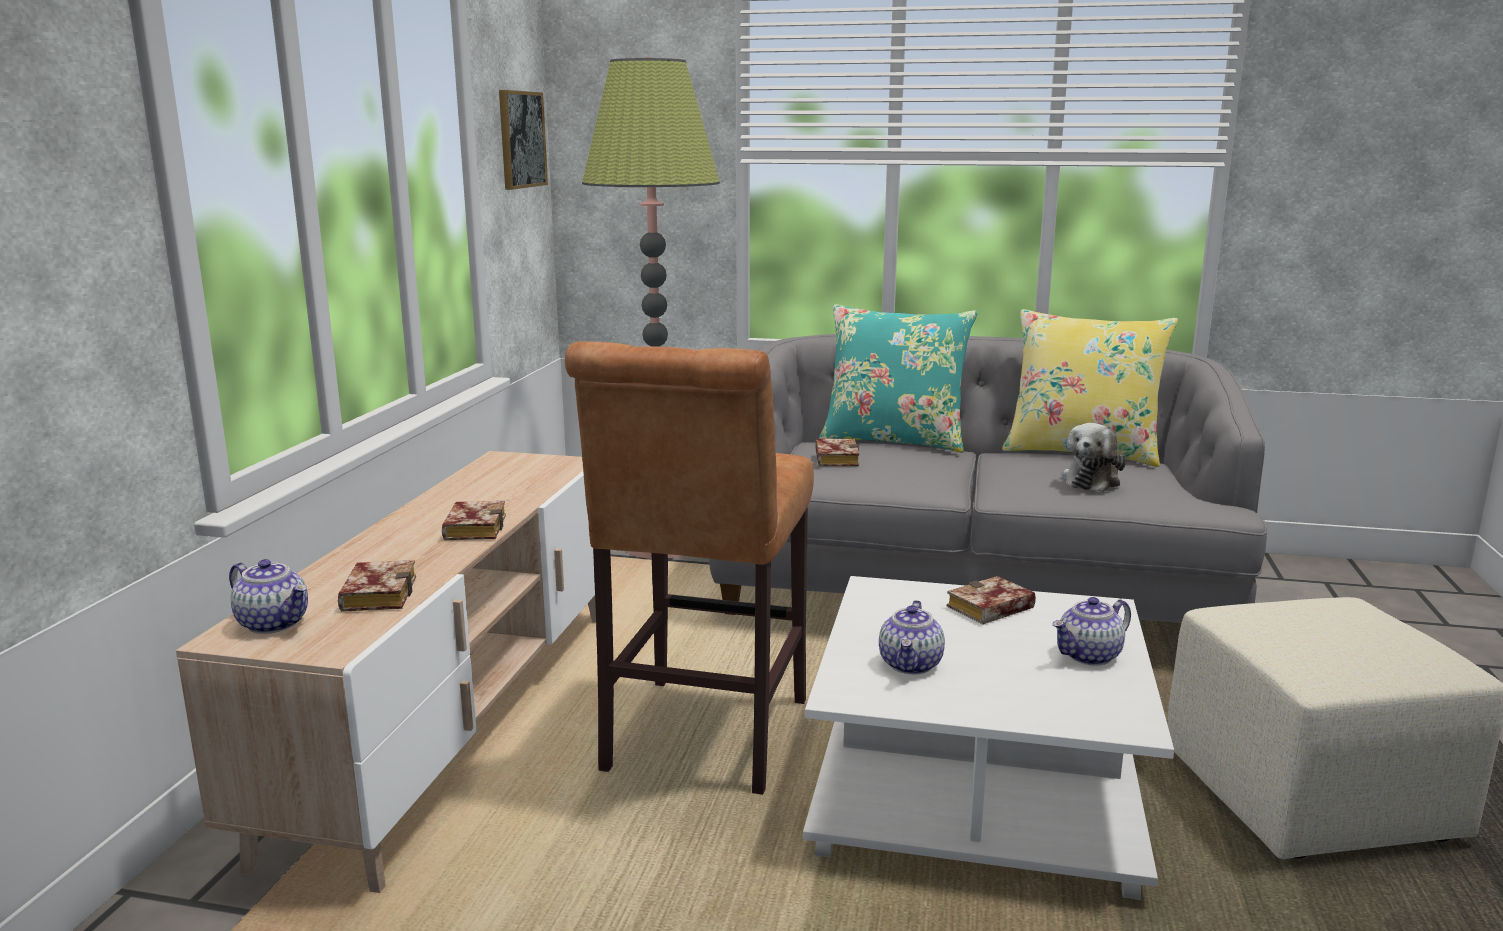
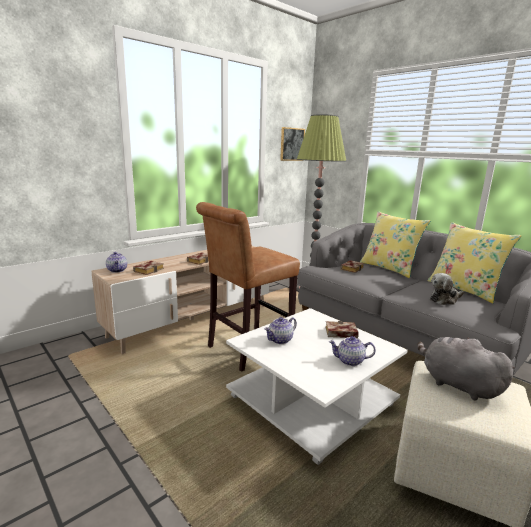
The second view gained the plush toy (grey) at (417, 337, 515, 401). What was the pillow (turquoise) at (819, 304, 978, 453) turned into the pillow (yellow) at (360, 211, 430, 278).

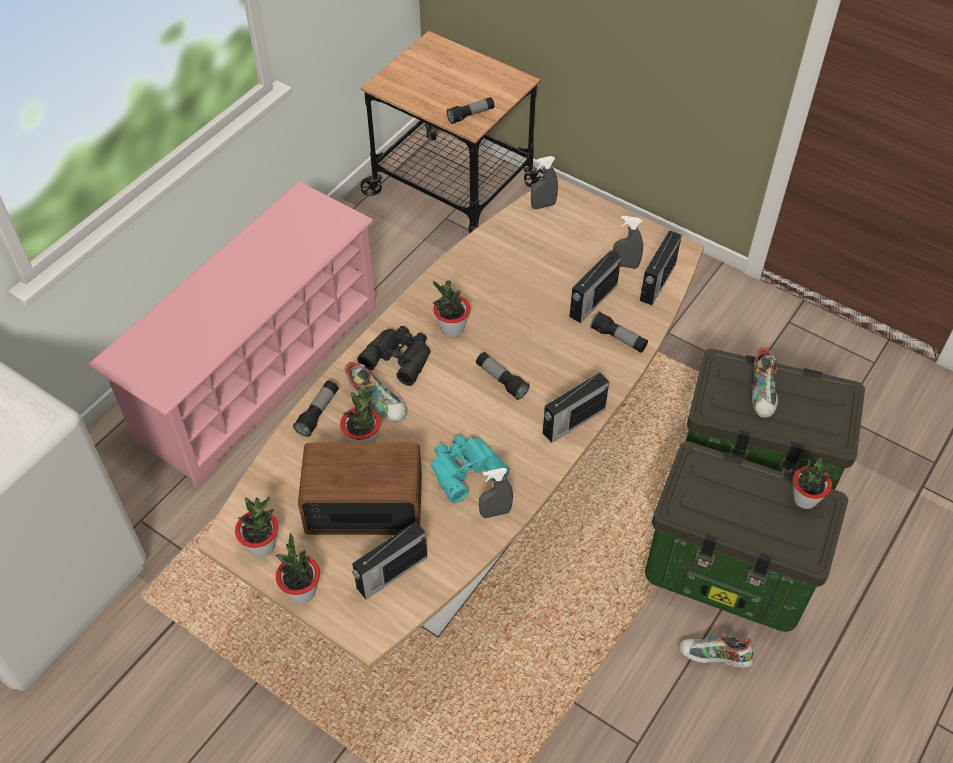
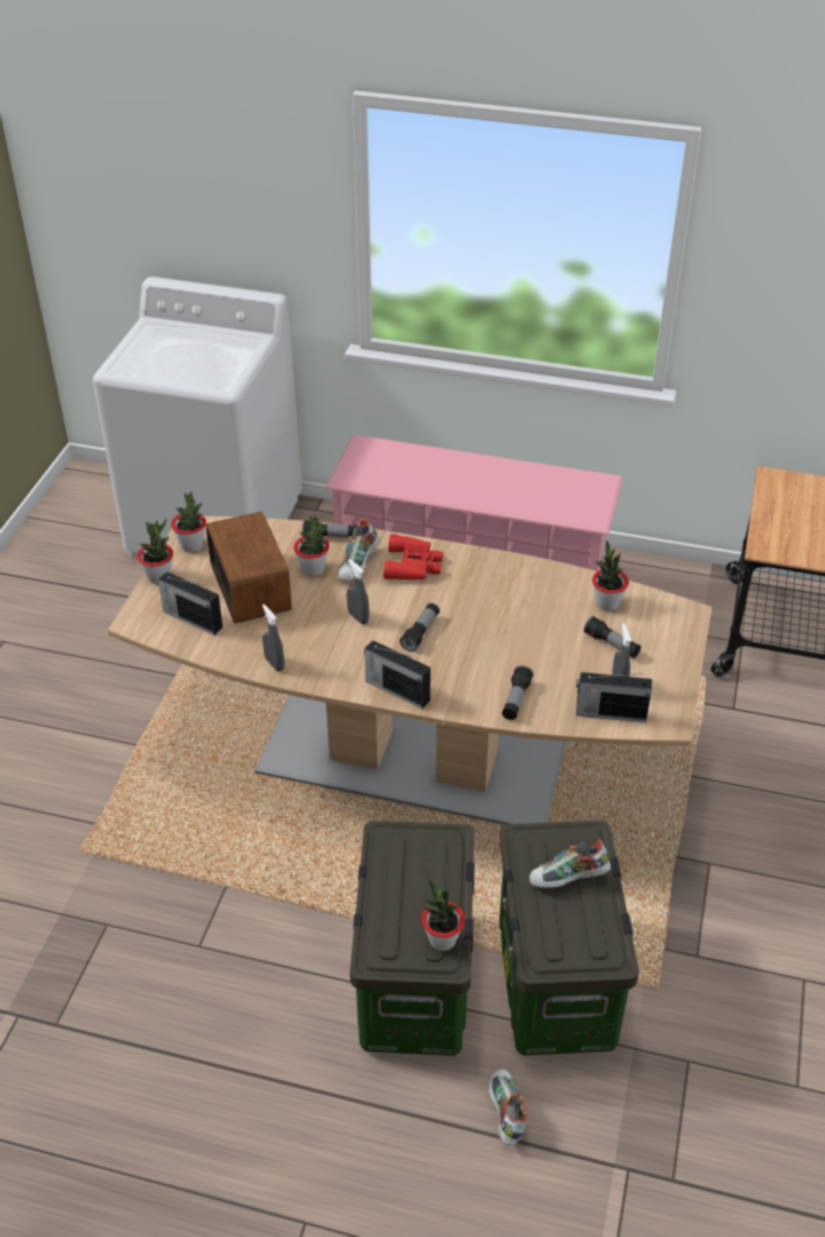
The second view lost the binoculars (turquoise) at (431, 435, 510, 503). The second view lost the radio at (570, 251, 621, 323). The potted plant ended up elsewhere, having gone from (433, 280, 471, 337) to (592, 540, 629, 611). The flashlight ended up elsewhere, having gone from (447, 97, 494, 124) to (584, 616, 641, 658). The spray bottle (grey) ended up elsewhere, having gone from (531, 156, 558, 209) to (347, 559, 369, 624). The shoe ended up elsewhere, having gone from (679, 634, 753, 668) to (489, 1069, 527, 1146). What was the binoculars (black) at (357, 326, 431, 386) turned into the binoculars (red) at (384, 534, 443, 580).

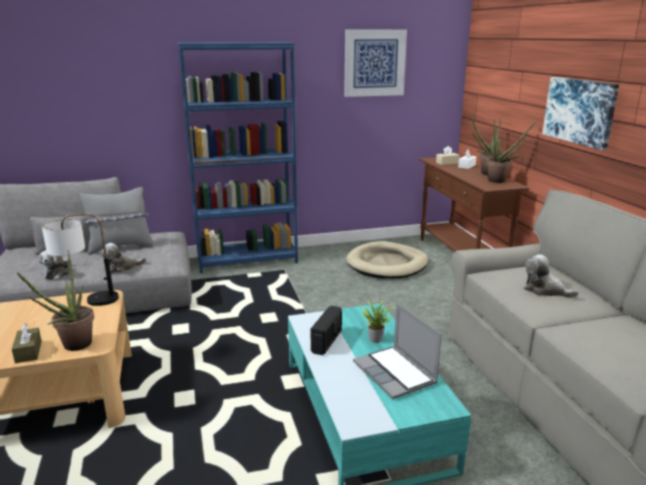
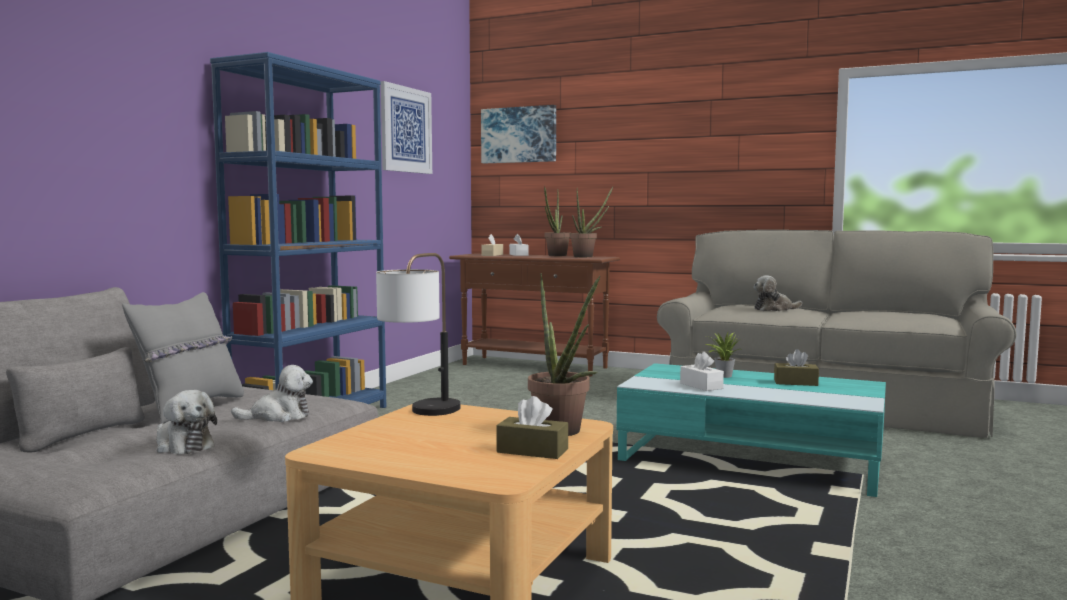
The second view lost the dog bed (beige) at (346, 241, 428, 279). The picture ended up elsewhere, having gone from (542, 77, 619, 150) to (481, 105, 556, 163). Where the radio stood at (311, 306, 342, 355), the tissue box (white) came to stand at (680, 351, 724, 391). Where the laptop stood at (353, 303, 442, 399), the tissue box (brown) came to stand at (774, 349, 819, 386). The plush toy at (100, 243, 146, 273) ended up facing another way, 120 degrees counterclockwise from before.

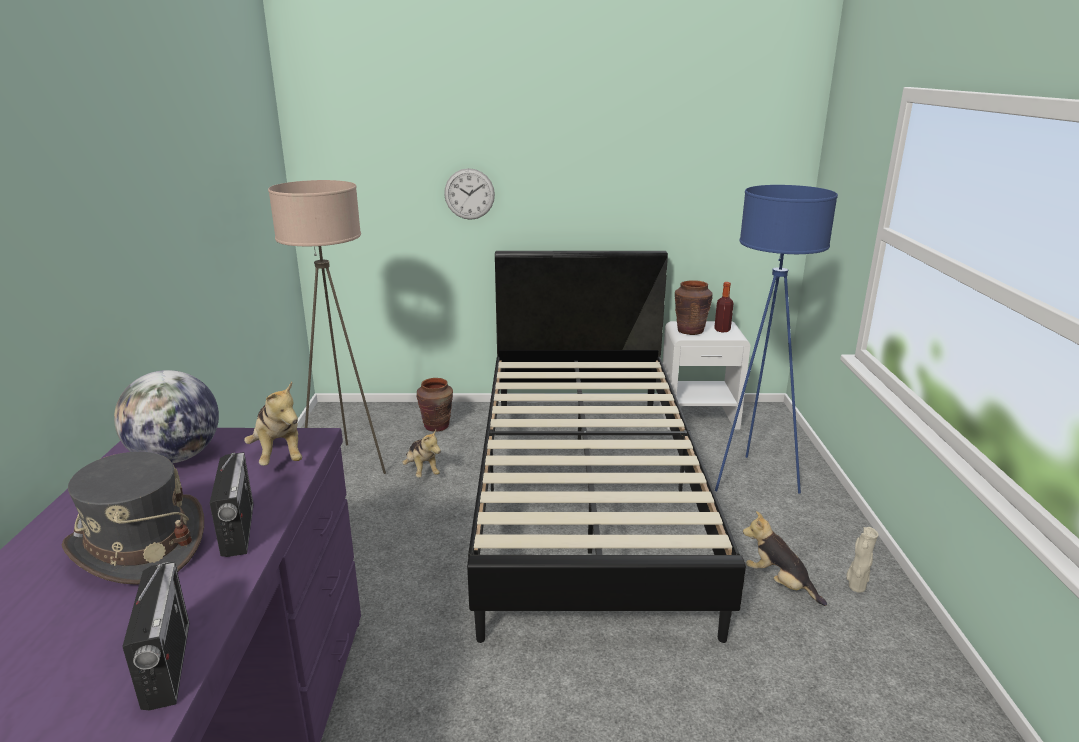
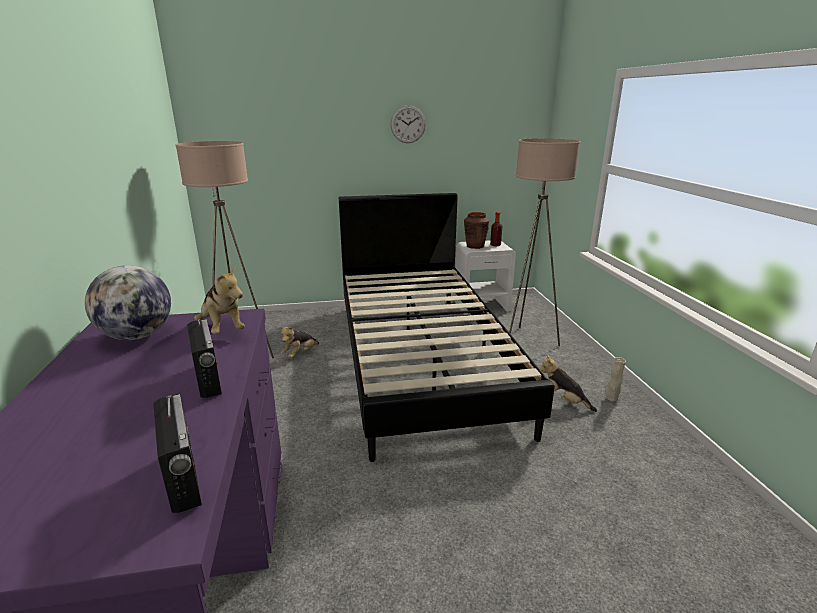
The second view lost the hat (grey) at (62, 452, 204, 585). The second view lost the vase (brown) at (416, 378, 453, 432). The wall clock ended up elsewhere, having gone from (444, 168, 495, 220) to (390, 105, 426, 143). What was the floor lamp (blue) at (715, 185, 838, 493) turned into the floor lamp (beige) at (509, 138, 580, 346). The plush toy at (402, 430, 441, 478) ended up facing another way, 75 degrees clockwise from before.

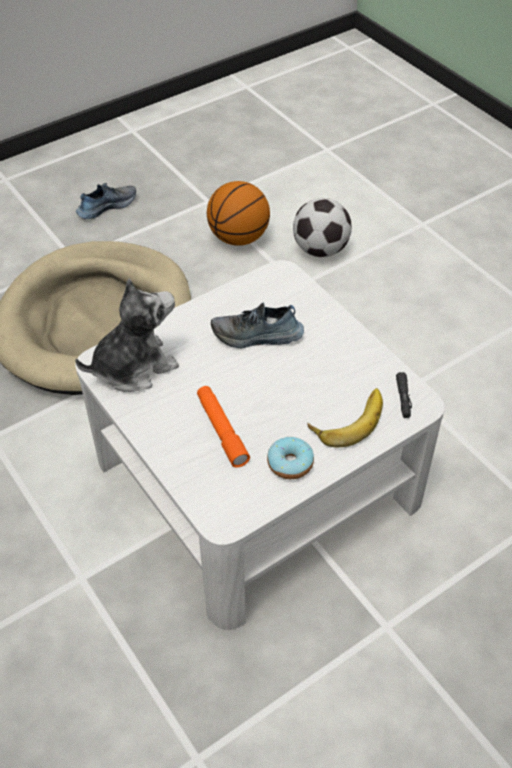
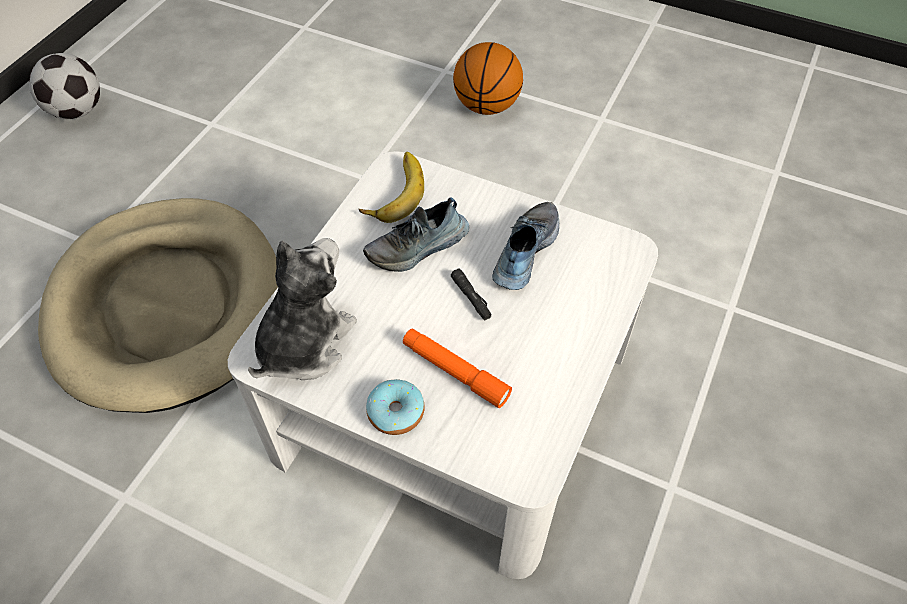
The shoe ended up elsewhere, having gone from (76, 183, 136, 219) to (492, 202, 559, 290). The basketball ended up elsewhere, having gone from (207, 181, 270, 246) to (453, 42, 523, 115). The donut ended up elsewhere, having gone from (267, 437, 314, 479) to (366, 379, 425, 435). The football ended up elsewhere, having gone from (293, 198, 352, 257) to (29, 53, 100, 119). The banana ended up elsewhere, having gone from (307, 388, 383, 447) to (359, 152, 424, 223). The flashlight (black) ended up elsewhere, having gone from (396, 372, 412, 418) to (451, 269, 491, 320).

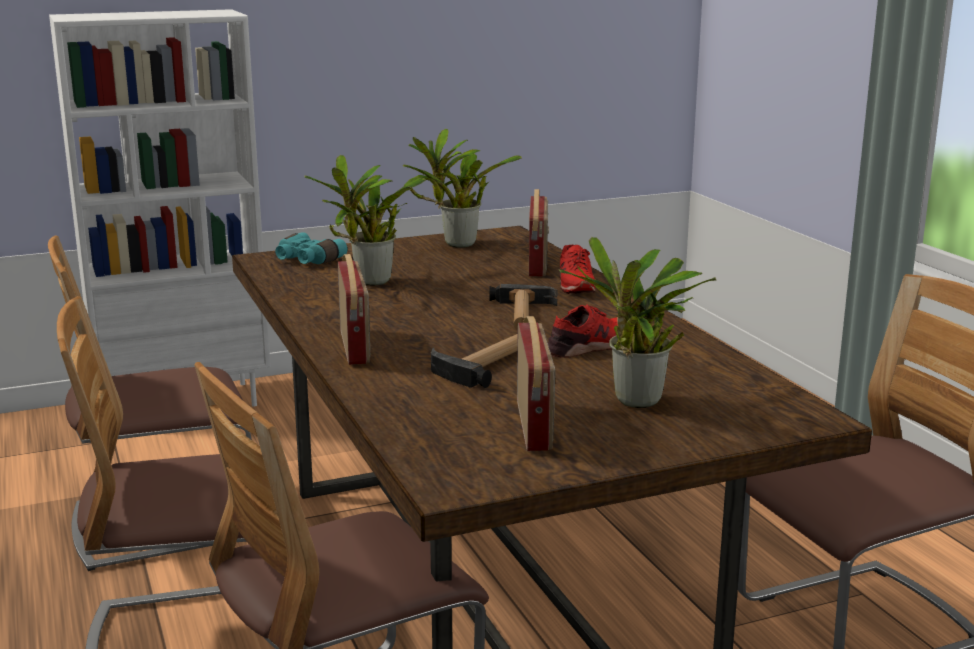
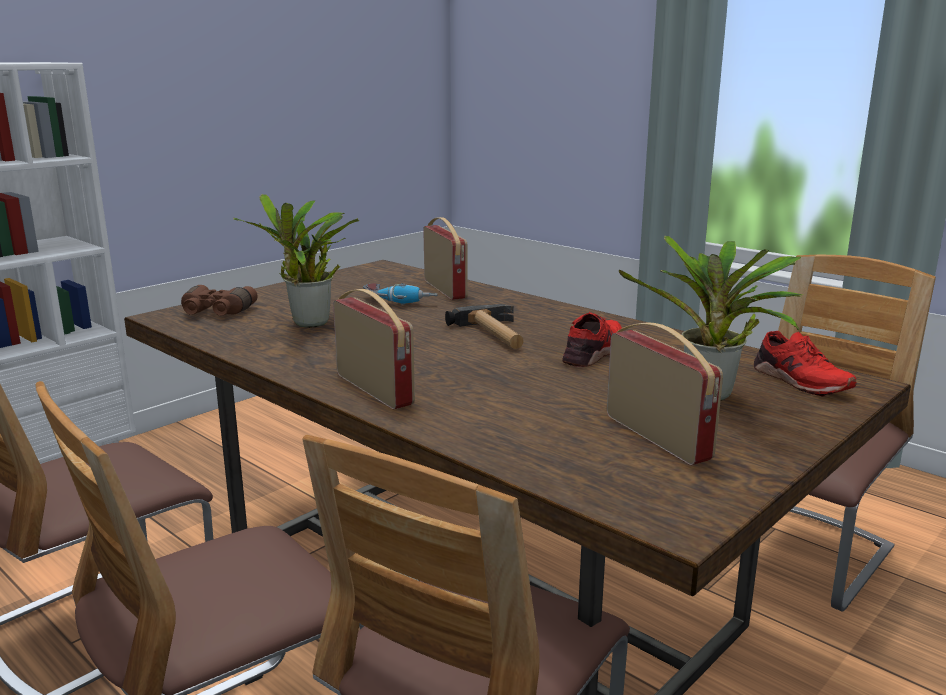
The second view lost the potted plant at (403, 129, 522, 248). The second view lost the hammer at (431, 334, 518, 388). The second view gained the power drill at (363, 283, 437, 305). The shoe (red) ended up elsewhere, having gone from (559, 245, 596, 294) to (754, 331, 857, 396). What was the binoculars (turquoise) at (275, 232, 347, 264) turned into the binoculars (brown) at (181, 285, 258, 316).

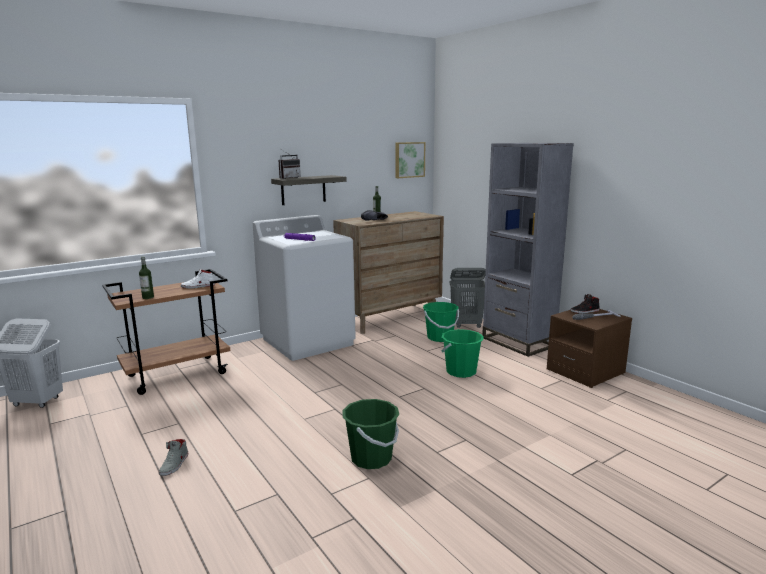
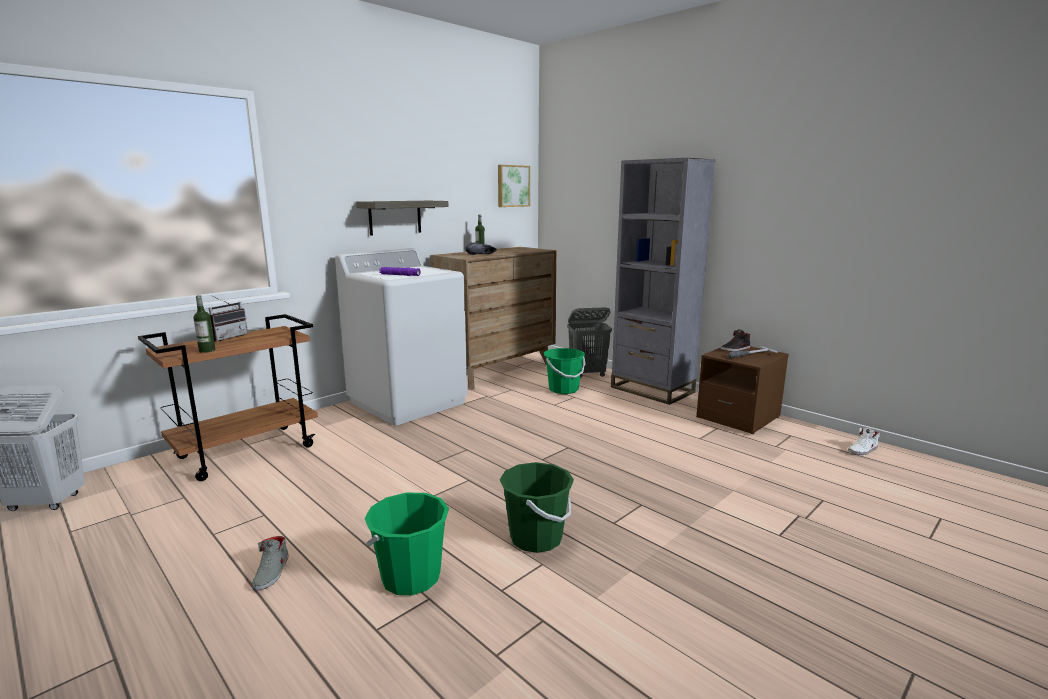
The shoe (white) ended up elsewhere, having gone from (181, 269, 215, 288) to (848, 428, 880, 455). The radio ended up elsewhere, having gone from (279, 150, 301, 179) to (209, 295, 248, 342). The bucket (green) ended up elsewhere, having gone from (442, 329, 484, 378) to (364, 493, 449, 595).

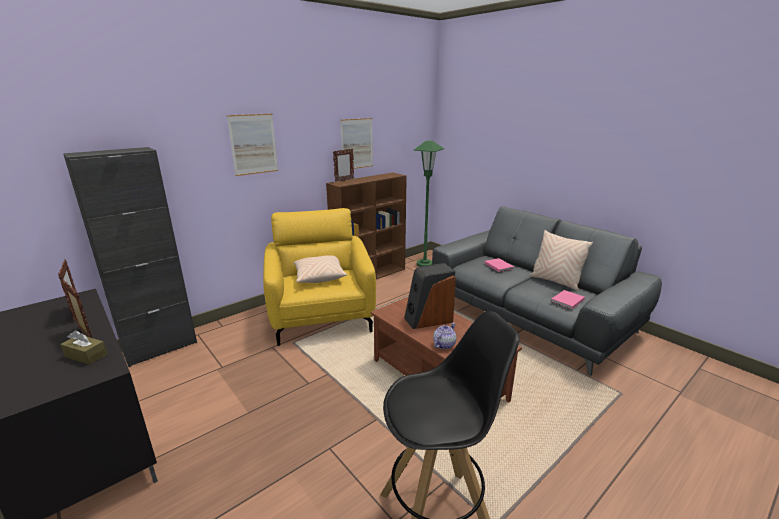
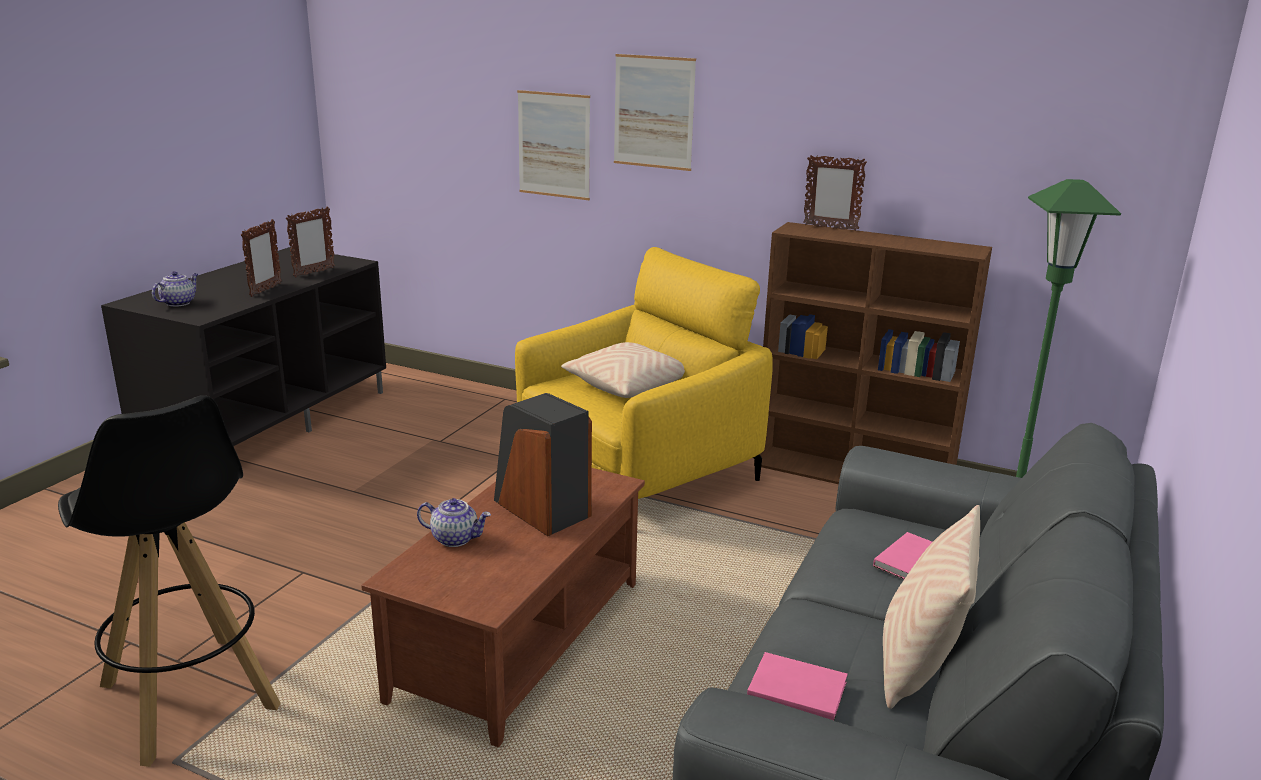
The second view lost the tissue box (brown) at (60, 330, 107, 365). The second view lost the cabinet (black) at (63, 147, 197, 367). The second view gained the teapot at (152, 271, 198, 307). The picture ended up elsewhere, having gone from (340, 118, 373, 169) to (517, 90, 590, 200).

